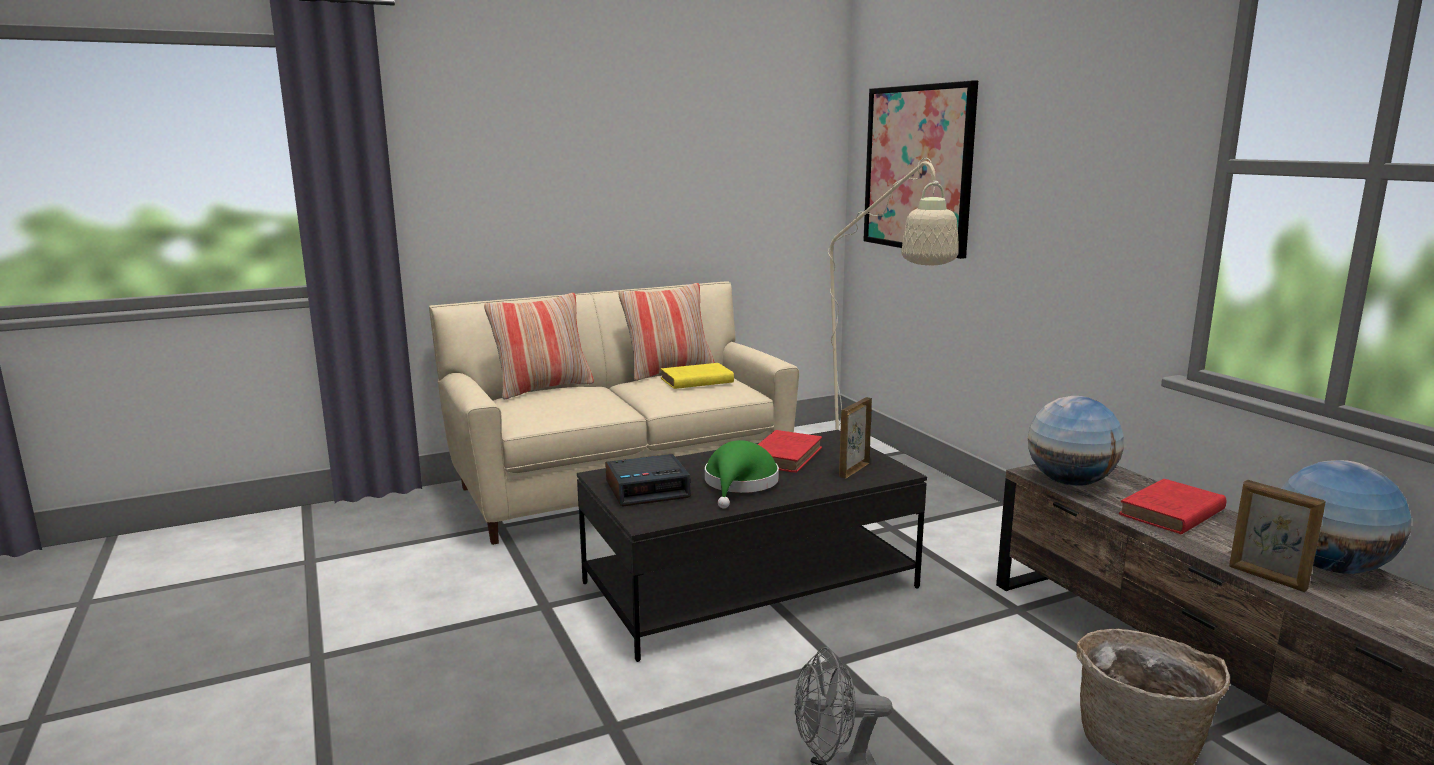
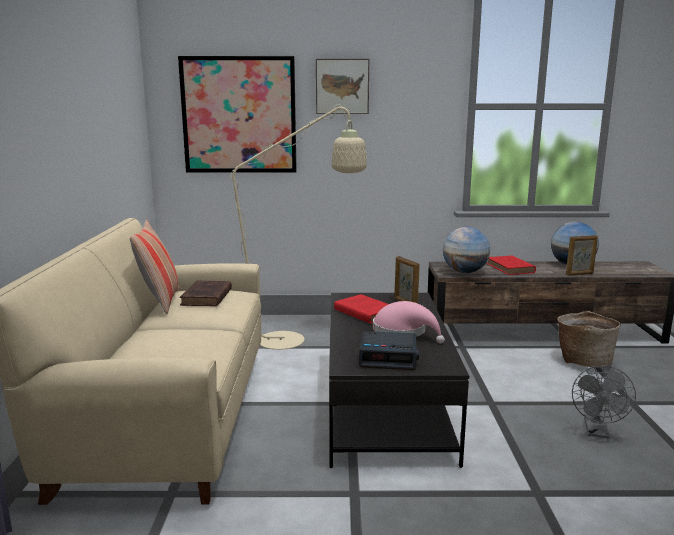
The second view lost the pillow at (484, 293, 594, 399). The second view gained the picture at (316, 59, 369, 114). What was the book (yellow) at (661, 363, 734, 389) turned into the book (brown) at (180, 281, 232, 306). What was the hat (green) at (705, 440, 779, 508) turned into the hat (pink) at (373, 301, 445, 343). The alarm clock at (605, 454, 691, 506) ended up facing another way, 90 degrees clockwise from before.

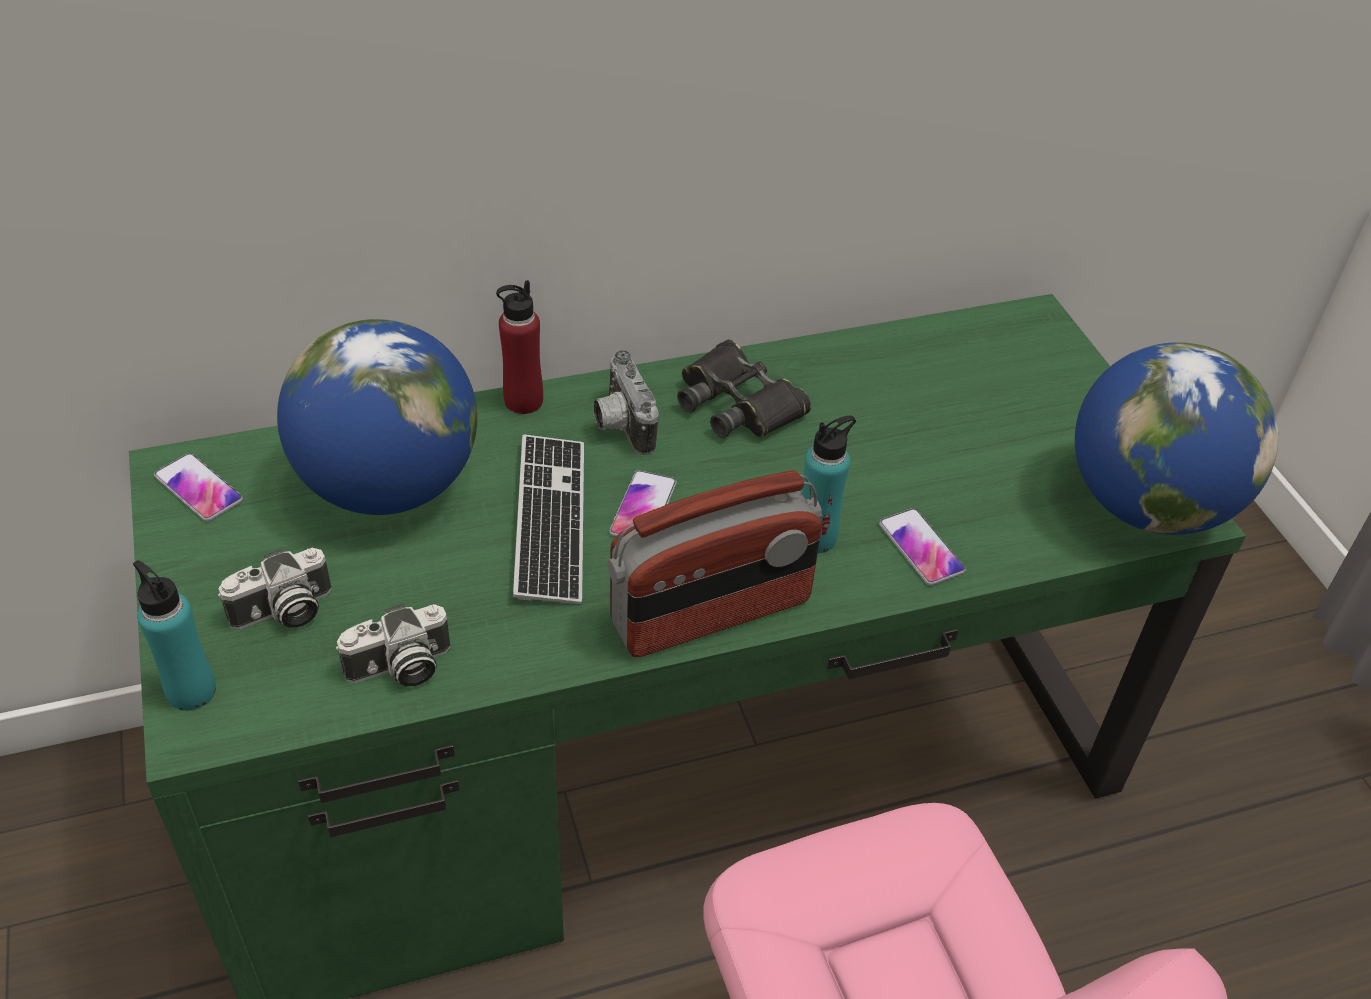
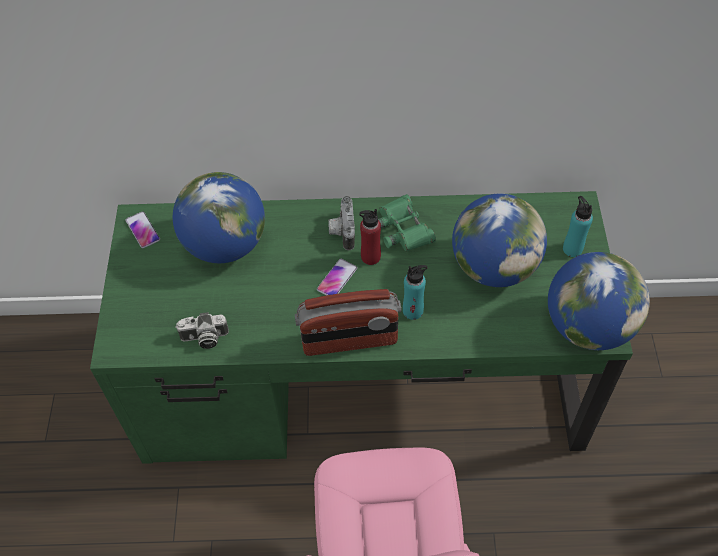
The second view lost the photo camera at (218, 548, 332, 630). The second view lost the keyboard at (513, 434, 584, 604). The second view lost the phone at (879, 508, 966, 585). The second view gained the globe at (452, 194, 547, 287). The bottle (turquoise) ended up elsewhere, having gone from (133, 560, 216, 711) to (563, 196, 593, 257). The bottle (red) ended up elsewhere, having gone from (496, 280, 543, 414) to (359, 209, 381, 265). What was the binoculars (black) at (677, 340, 811, 438) turned into the binoculars (green) at (378, 194, 436, 252).

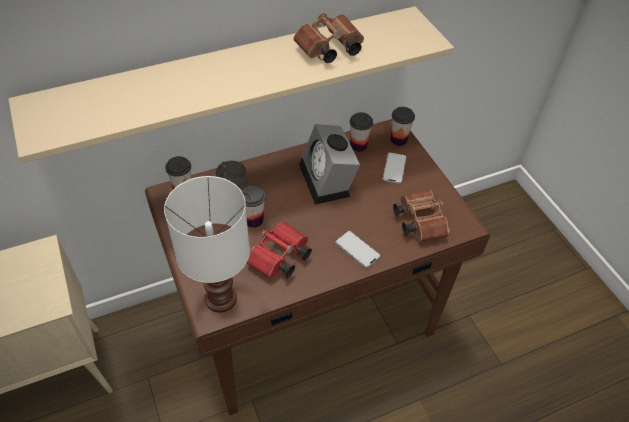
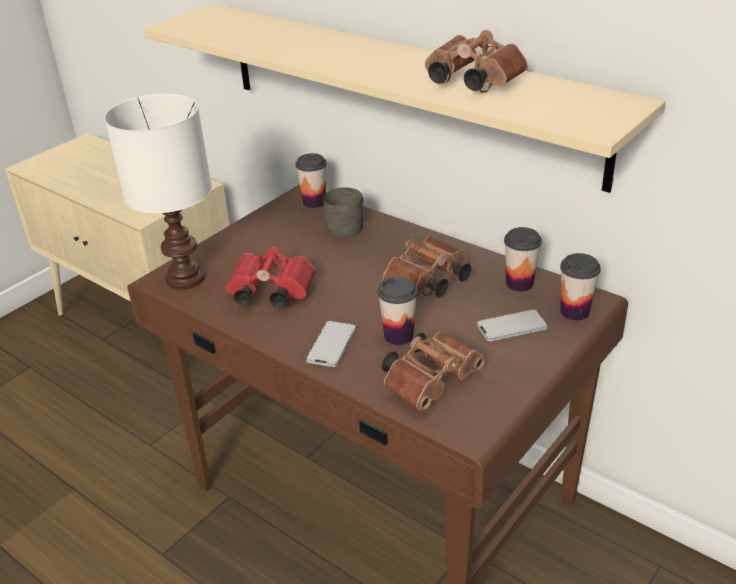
The cup ended up elsewhere, having gone from (241, 186, 265, 228) to (378, 276, 418, 345). Where the alarm clock stood at (299, 124, 360, 205), the binoculars (brown) came to stand at (383, 236, 471, 298).

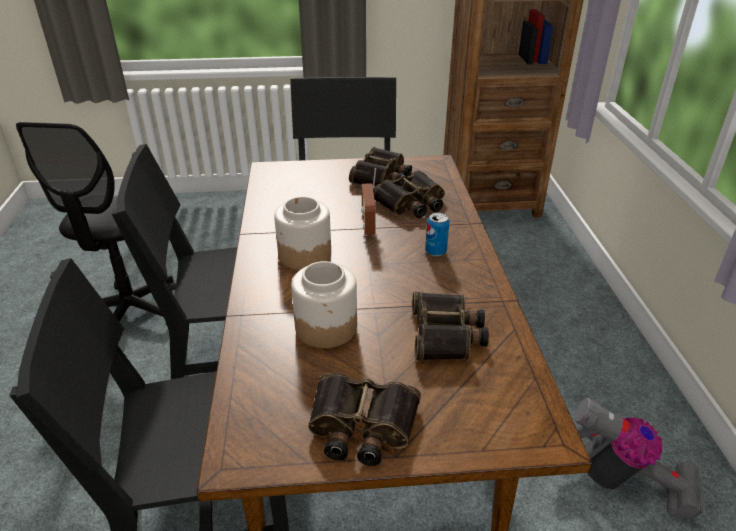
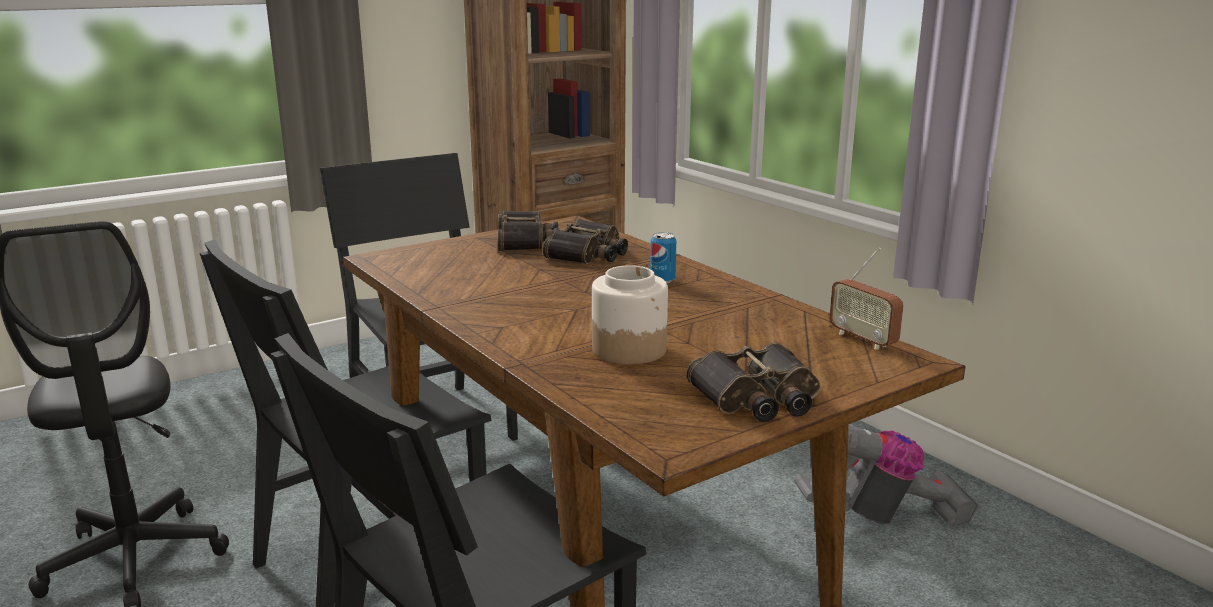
The second view lost the jar at (274, 197, 331, 270). The second view lost the binoculars at (412, 292, 489, 361). The radio ended up elsewhere, having gone from (361, 168, 376, 236) to (829, 247, 904, 350).

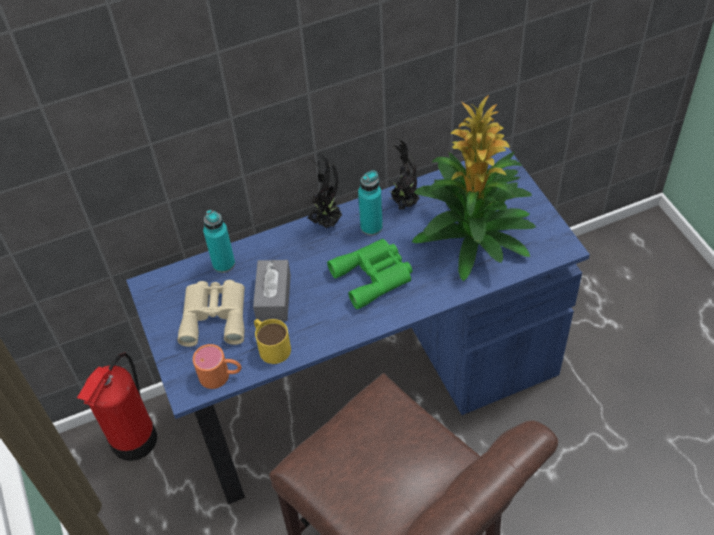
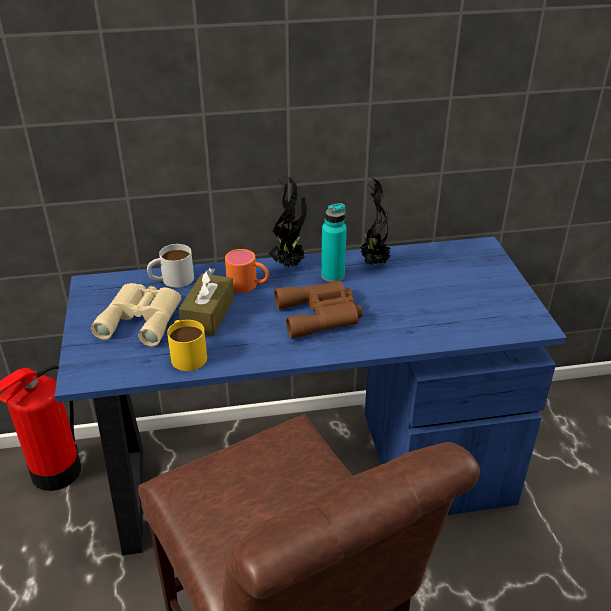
The second view lost the potted plant at (412, 95, 536, 281). The mug (orange) ended up elsewhere, having gone from (193, 344, 242, 389) to (225, 249, 269, 293). Where the bottle (turquoise) stood at (203, 210, 235, 273), the mug (white) came to stand at (147, 244, 194, 288). What was the tissue box (grey) at (253, 260, 291, 321) turned into the tissue box (brown) at (179, 268, 234, 336). What was the binoculars (green) at (327, 239, 412, 309) turned into the binoculars (brown) at (274, 281, 362, 339).

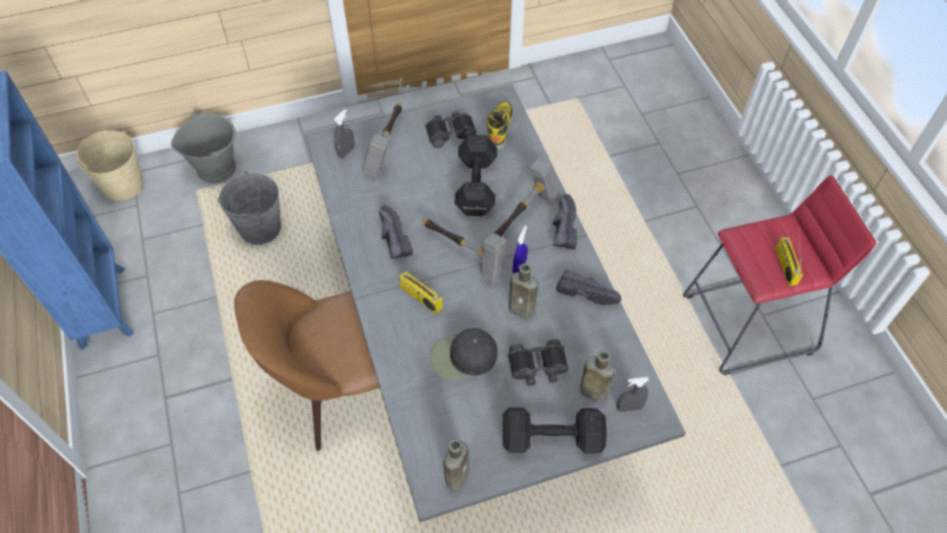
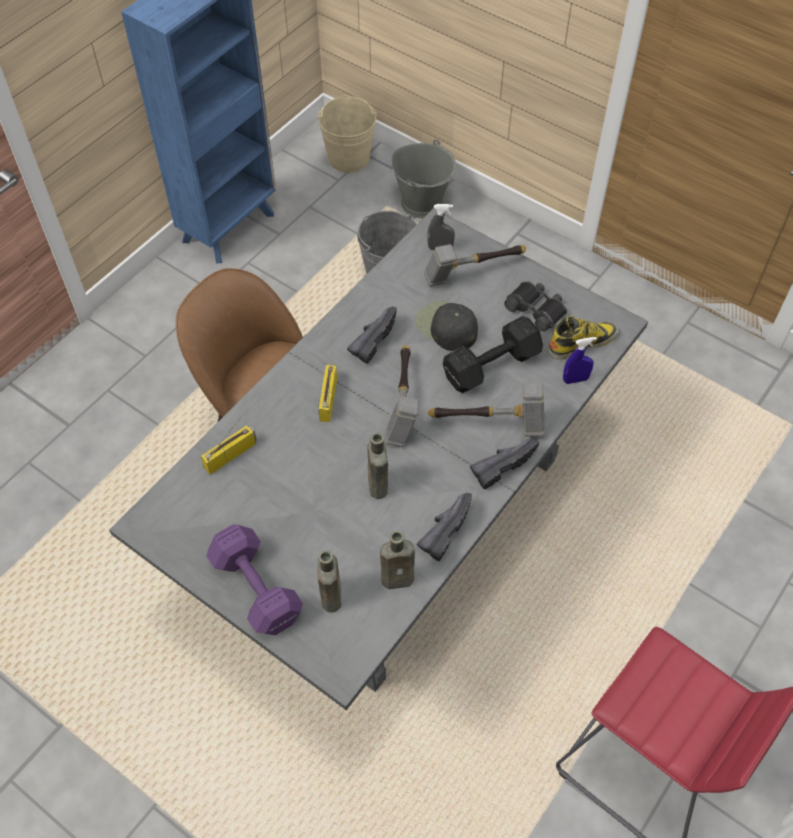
The second view lost the binoculars (black) at (508, 339, 569, 386). The second view lost the spray bottle (grey) at (617, 377, 649, 412). The cap (black) ended up elsewhere, having gone from (430, 328, 498, 379) to (415, 301, 478, 351). The bottle (brown) ended up elsewhere, having gone from (443, 439, 470, 492) to (380, 531, 415, 589). The spray bottle (blue) ended up elsewhere, having gone from (513, 226, 528, 274) to (563, 337, 597, 384). The radio ended up elsewhere, having gone from (775, 227, 803, 286) to (201, 416, 257, 475). What was the dumbbell (black) at (502, 407, 607, 454) turned into the dumbbell (purple) at (206, 525, 303, 635). The shoe (black) at (556, 270, 621, 305) ended up facing another way, 135 degrees counterclockwise from before.

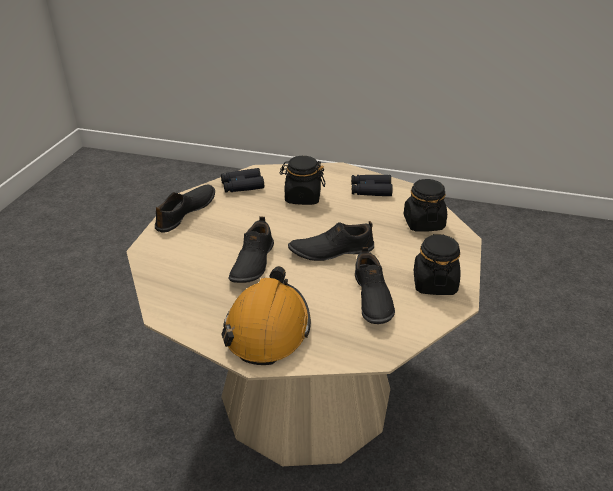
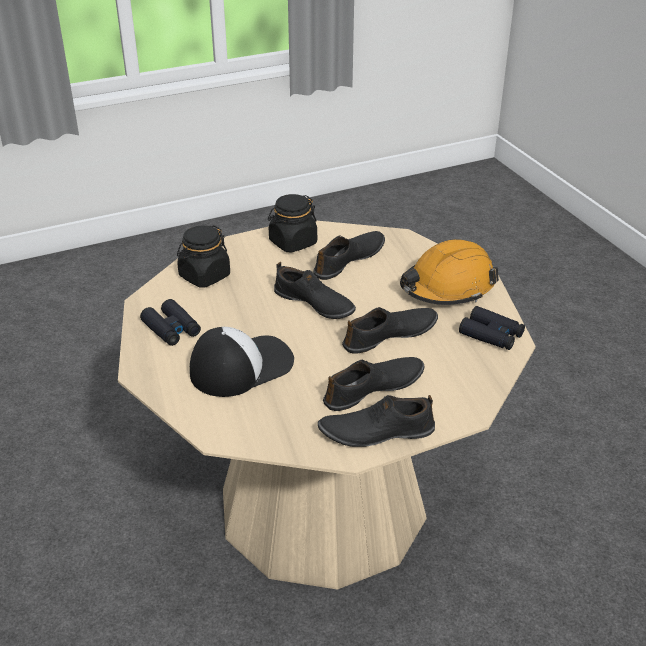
The second view gained the shoe (black) at (323, 357, 424, 411). The binoculars (black) ended up elsewhere, having gone from (221, 168, 264, 193) to (459, 306, 525, 350). Where the jar (black) stood at (280, 156, 325, 205), the cap came to stand at (190, 327, 294, 397).

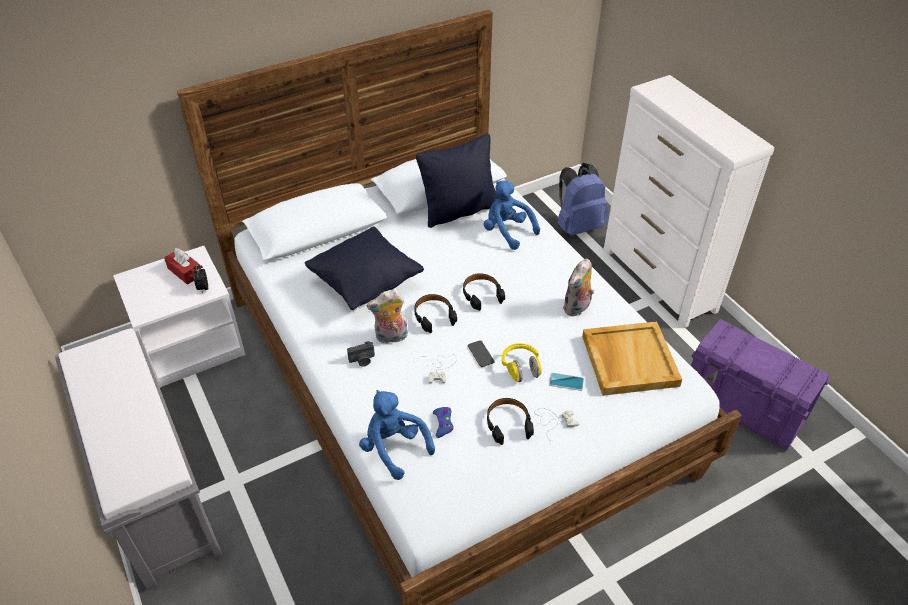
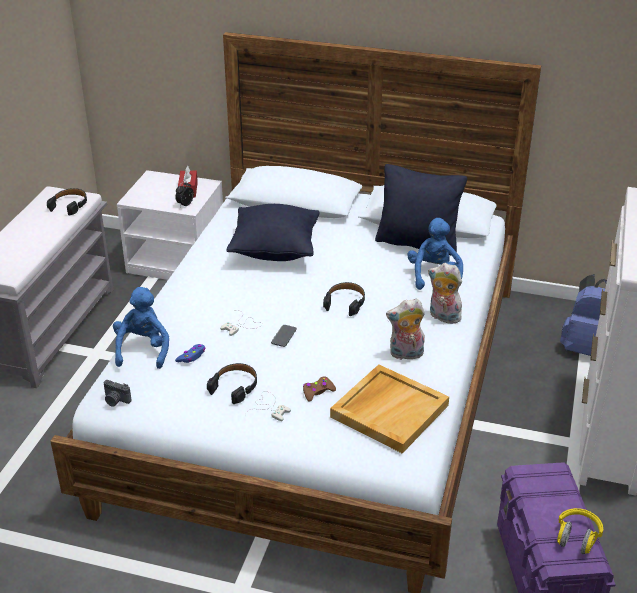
The photo camera ended up elsewhere, having gone from (347, 341, 375, 367) to (103, 380, 132, 407). The plush toy ended up elsewhere, having gone from (366, 289, 408, 344) to (428, 263, 462, 324). The headphones (black) ended up elsewhere, having gone from (414, 294, 457, 333) to (47, 188, 87, 216). The headphones (yellow) ended up elsewhere, having gone from (501, 343, 542, 382) to (557, 508, 603, 554). Where the phone stood at (549, 373, 584, 391), the game controller (brown) came to stand at (303, 376, 336, 402).

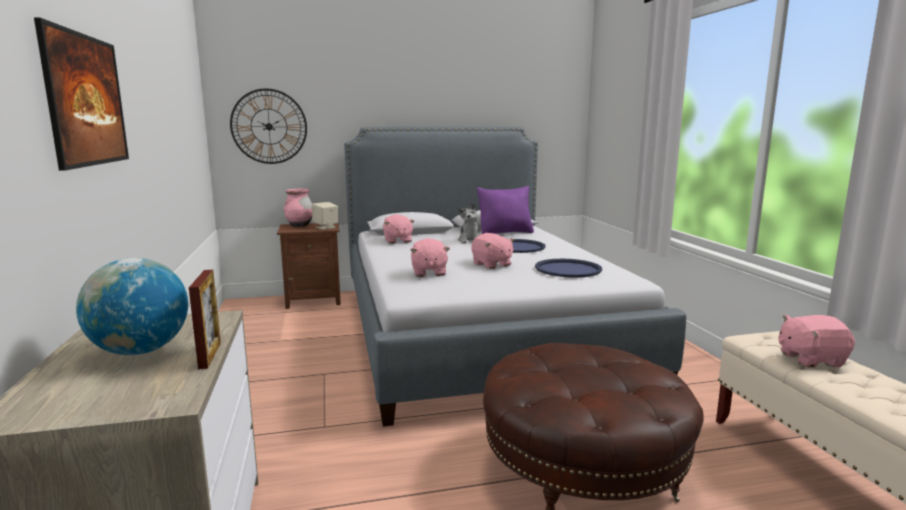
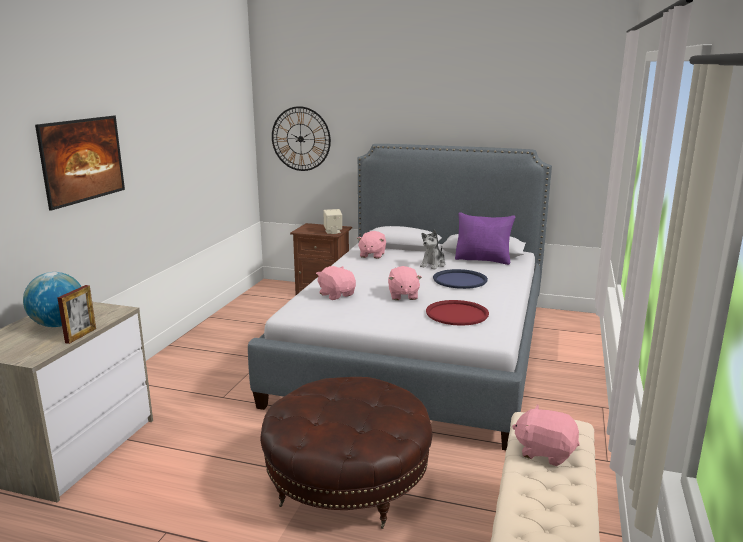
The second view lost the vase (pink) at (284, 189, 312, 227). What was the tray (blue) at (535, 259, 602, 278) turned into the tray (red) at (426, 300, 489, 326). The plush toy (pink) at (410, 238, 450, 277) ended up facing another way, 120 degrees clockwise from before.

